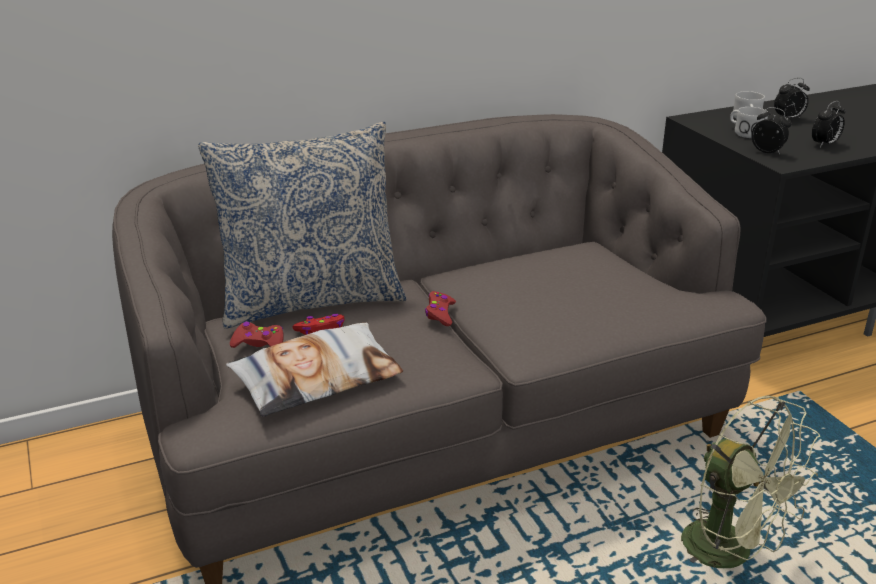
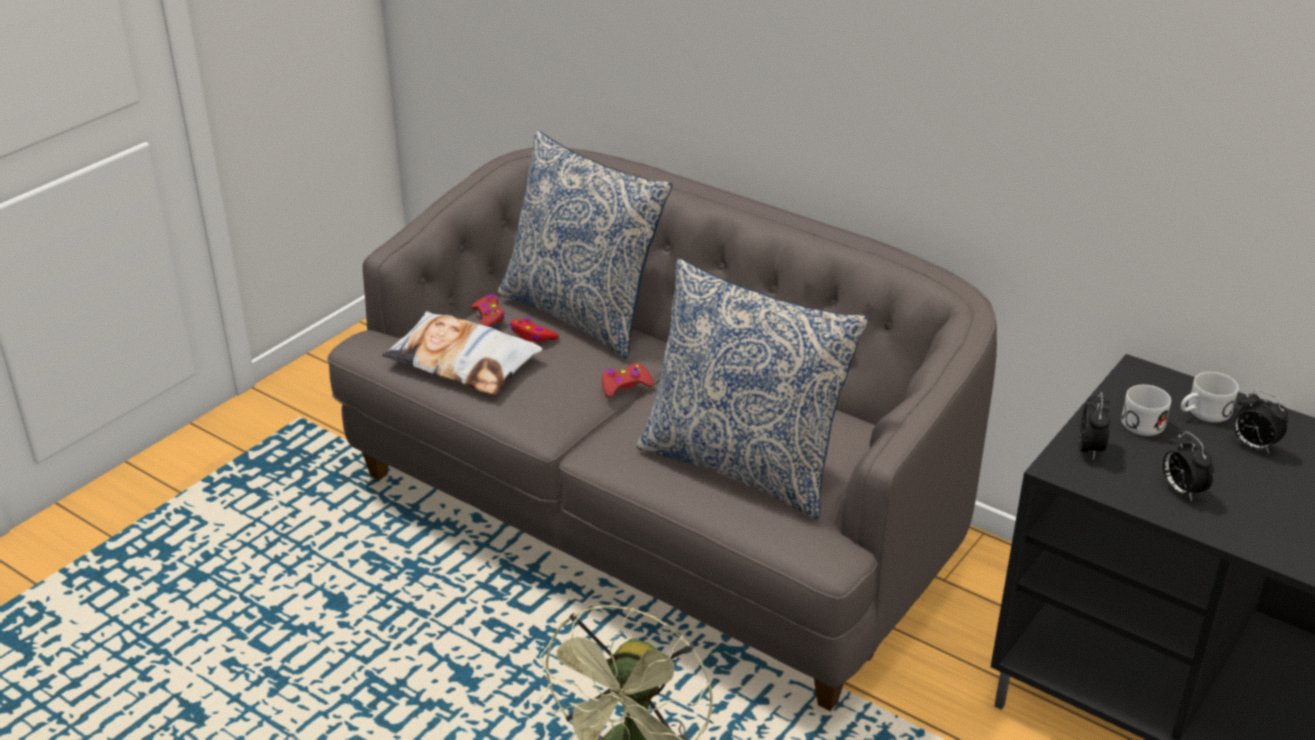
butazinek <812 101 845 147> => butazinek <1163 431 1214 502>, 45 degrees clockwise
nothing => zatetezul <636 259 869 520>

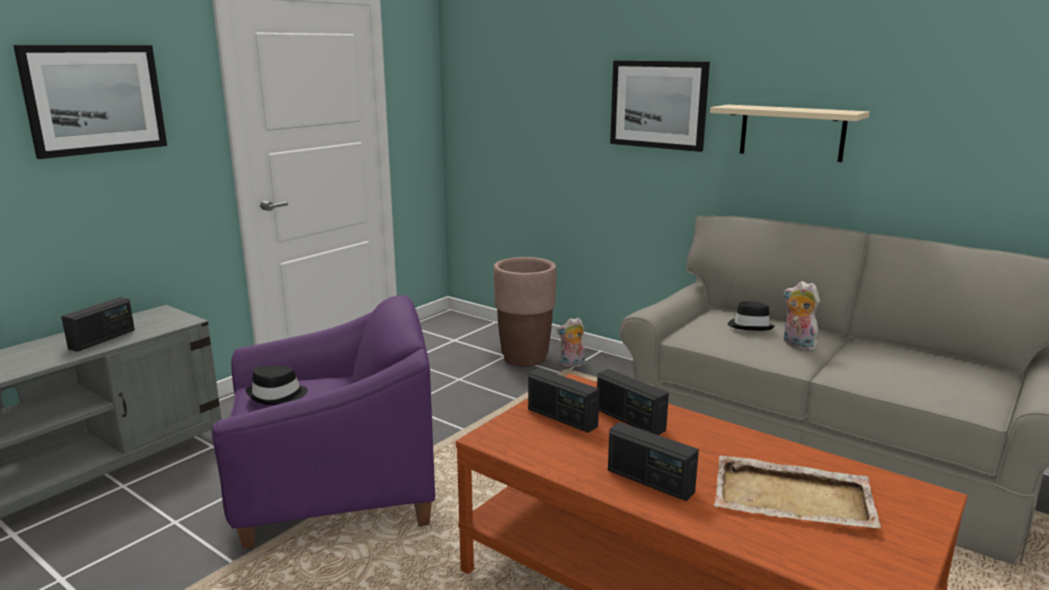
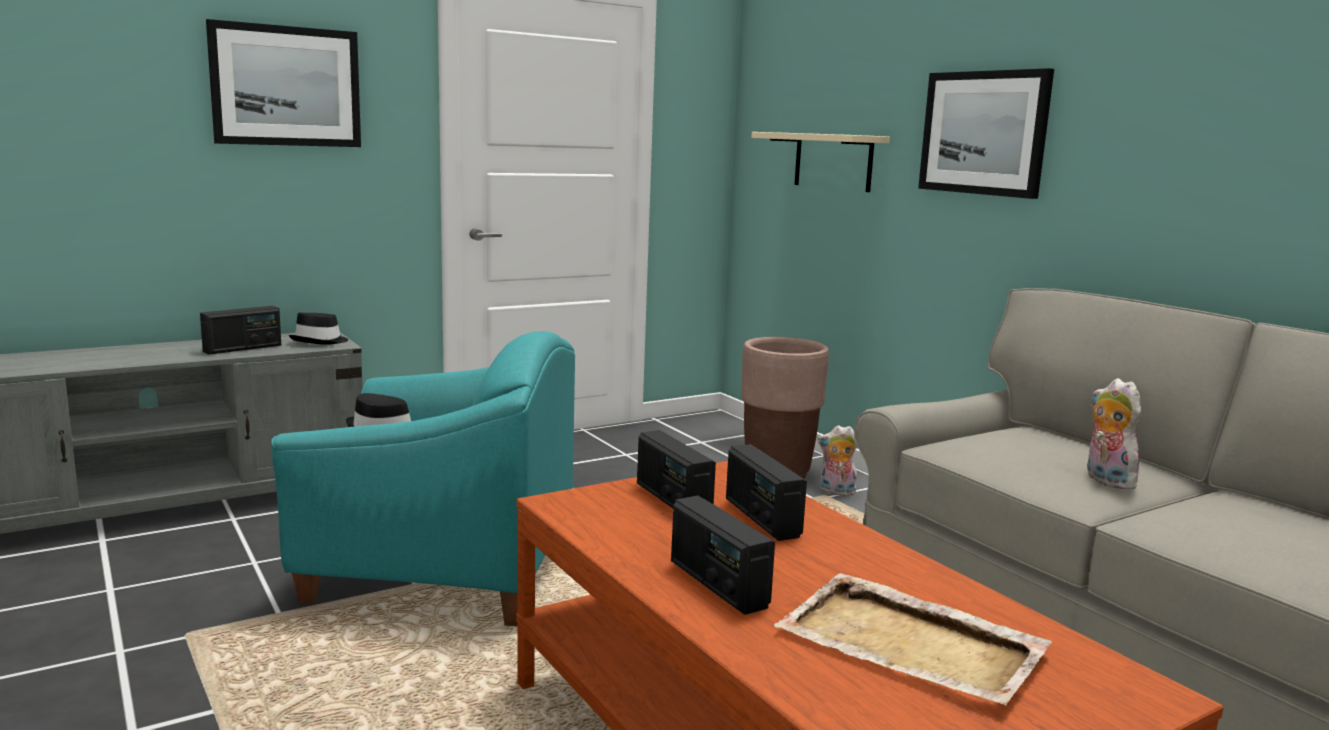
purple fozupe <212 295 435 549> => turquoise fozupe <271 331 575 627>
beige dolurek <710 105 869 162> => beige dolurek <751 132 890 192>, shifted
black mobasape <728 301 775 331> => black mobasape <289 312 348 345>, shifted

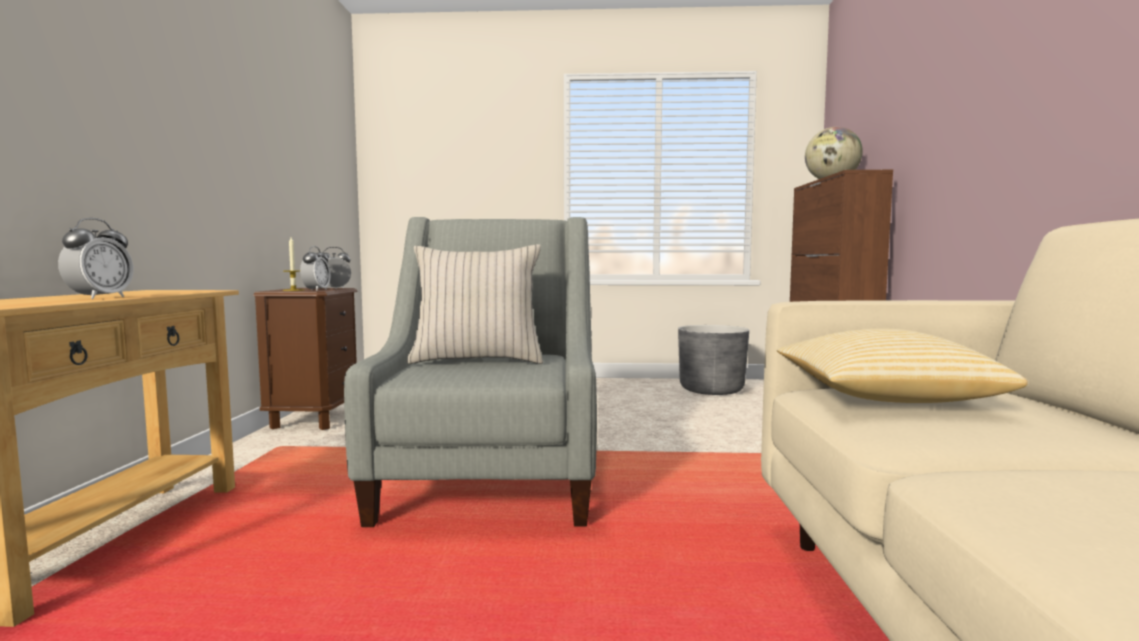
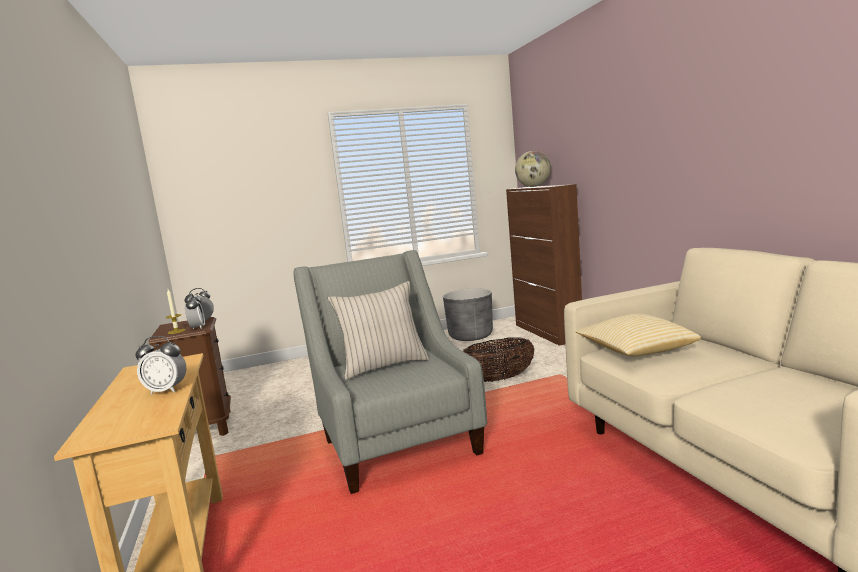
butazinek <58 218 134 299> => butazinek <135 336 186 395>, 105 degrees clockwise
nothing => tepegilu <463 338 535 382>

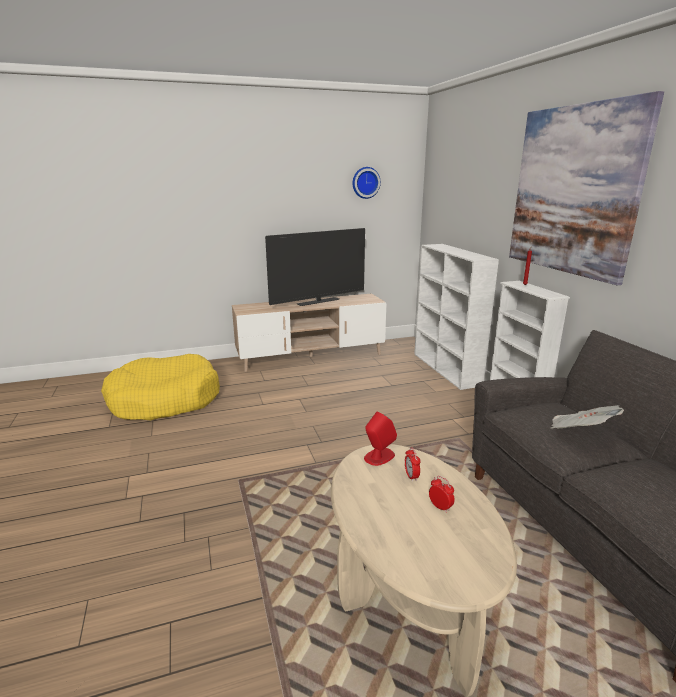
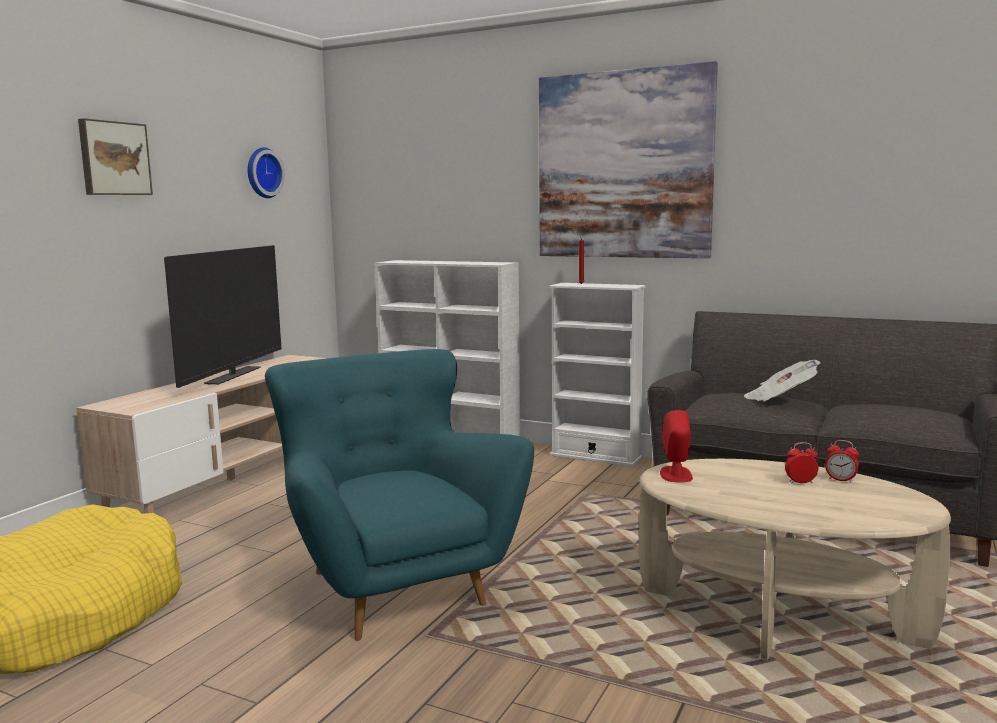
butazinek <405 447 421 482> => butazinek <825 440 859 482>, shifted
nothing => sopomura <78 118 153 195>
nothing => turquoise fozupe <265 349 534 641>

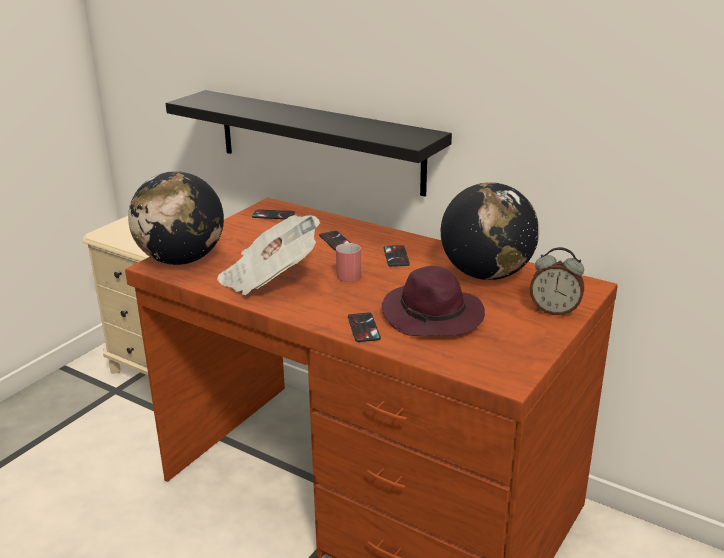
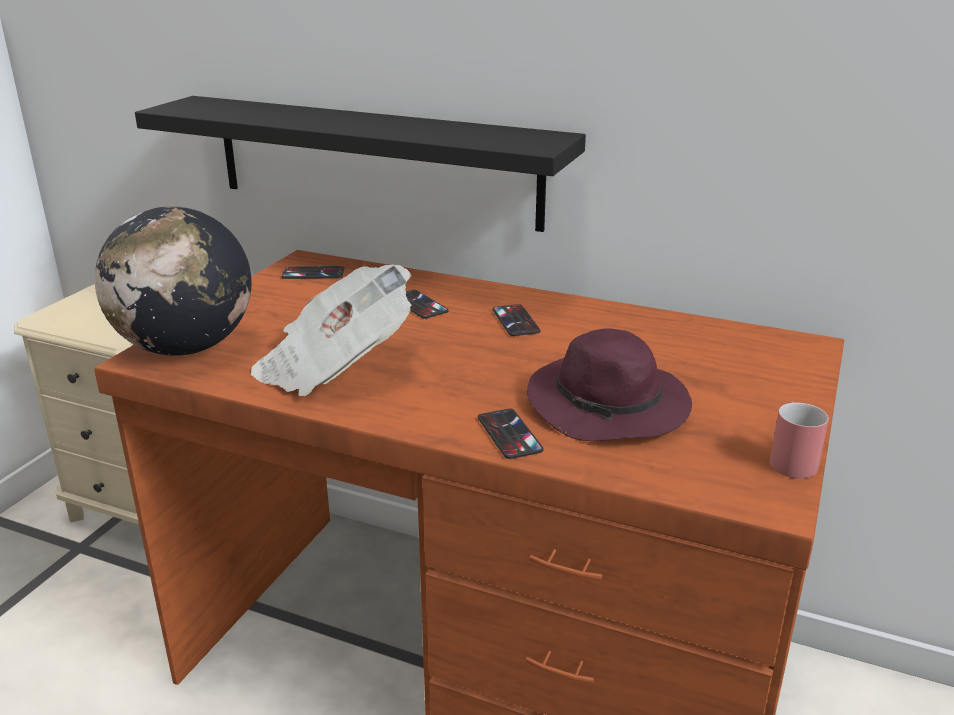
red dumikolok <336 243 361 282> => red dumikolok <770 402 829 479>, shifted
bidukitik <441 182 539 280> => nothing
butazinek <530 247 584 316> => nothing

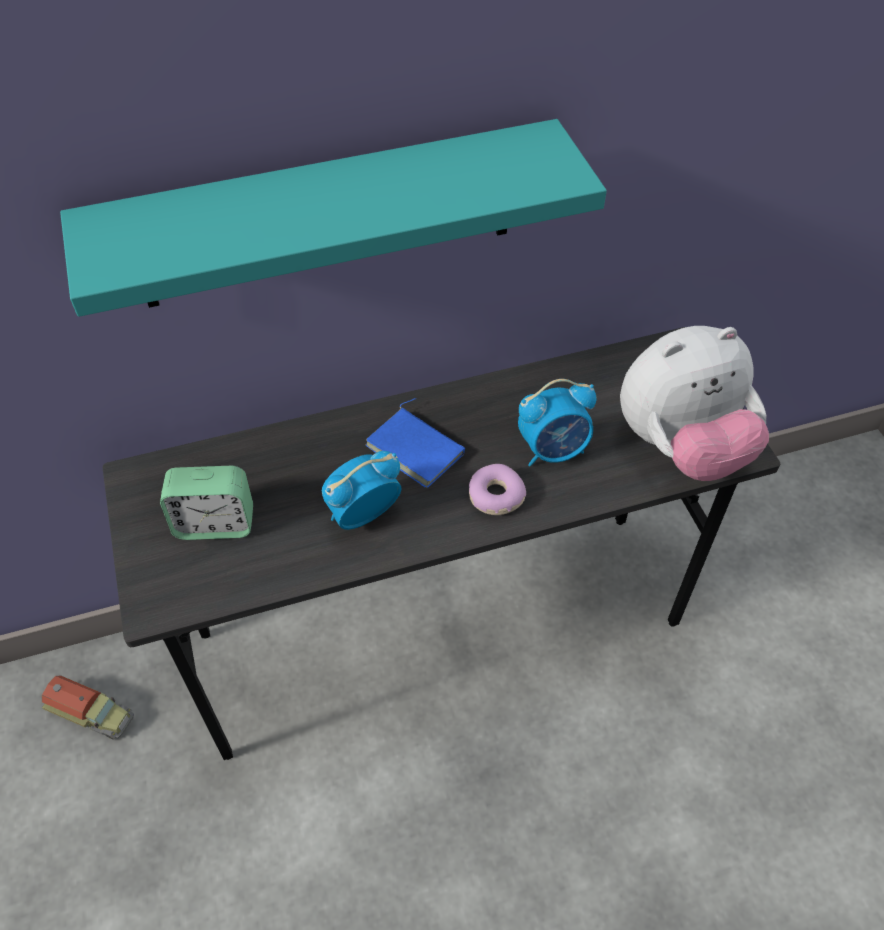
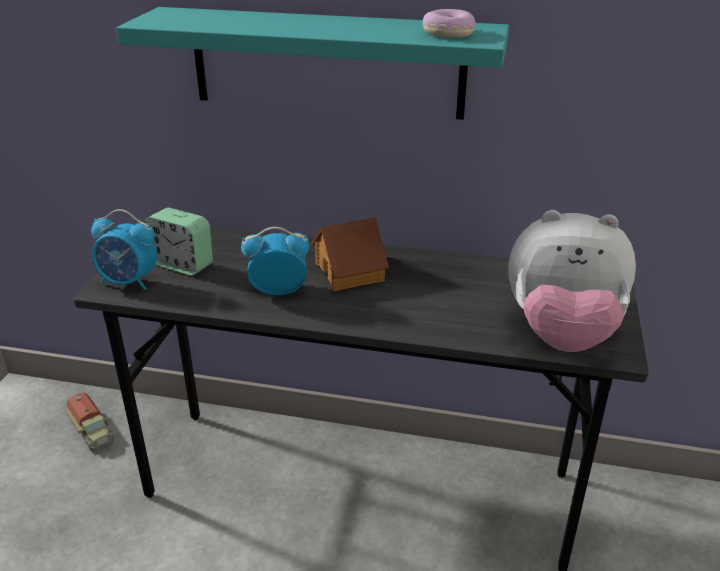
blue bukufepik <366 398 465 488> => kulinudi <311 217 389 291>
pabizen <469 464 526 515> => pabizen <423 9 476 38>, shifted
butazinek <518 379 596 466> => butazinek <91 209 157 290>, shifted

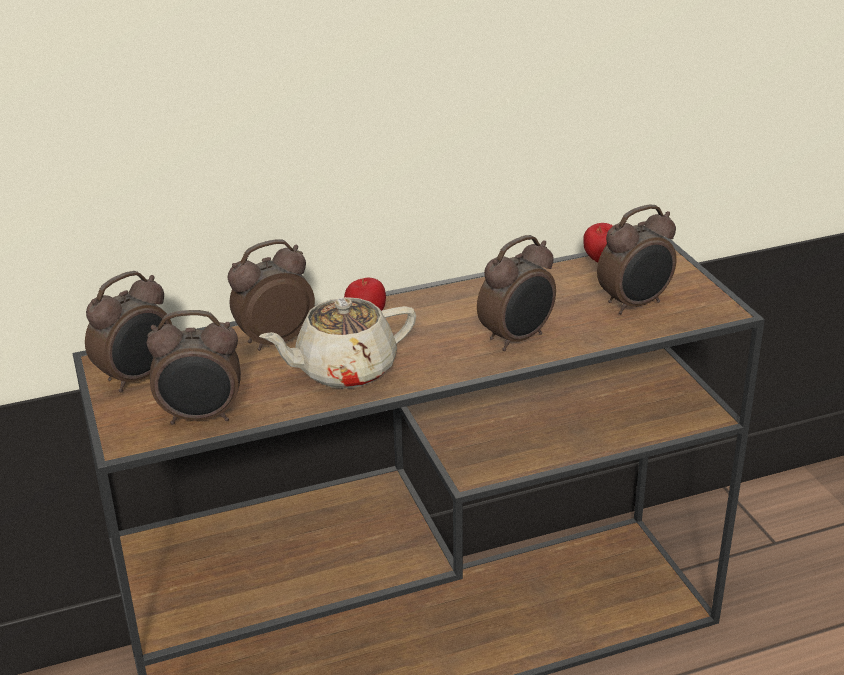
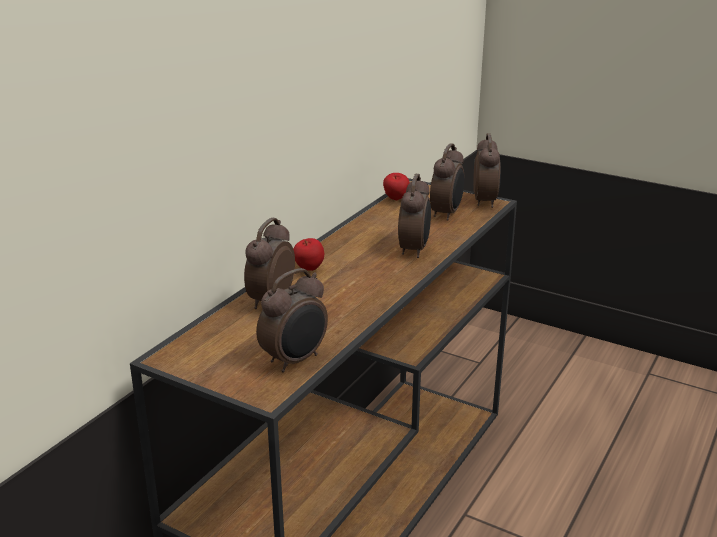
butazinek <85 271 172 392> => butazinek <473 133 501 208>, shifted
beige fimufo <259 297 416 389> => nothing

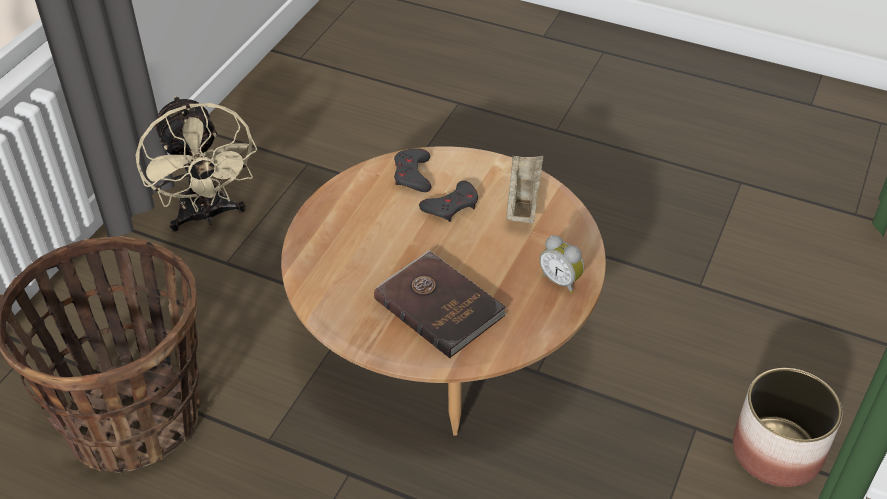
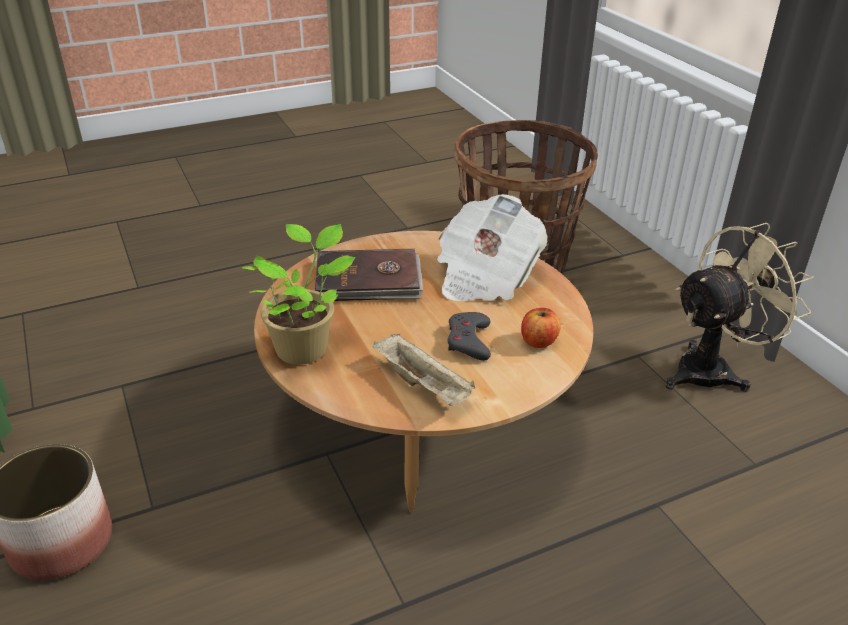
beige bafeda <136 96 257 232> => beige bafeda <666 223 814 392>, 135 degrees clockwise
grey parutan <394 148 431 192> => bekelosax <521 308 560 348>
butazinek <540 235 584 293> => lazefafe <242 224 356 365>
nothing => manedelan <437 194 548 301>

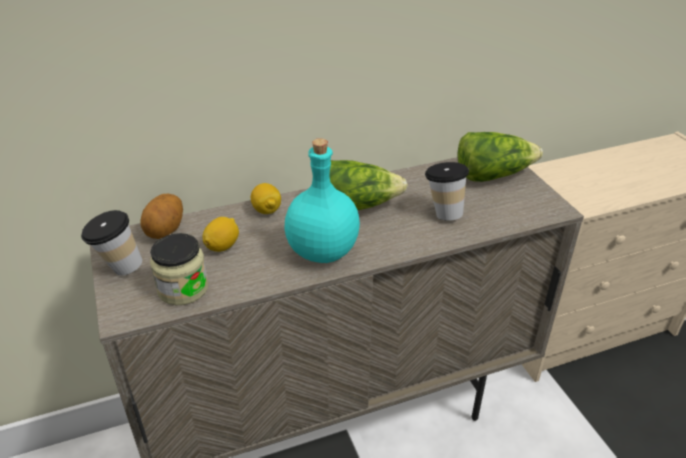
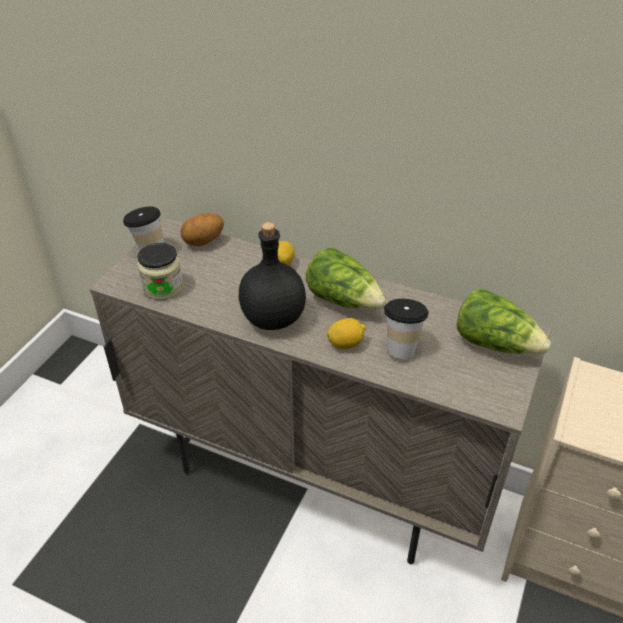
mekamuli <202 217 239 252> => mekamuli <327 318 366 349>, shifted
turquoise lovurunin <285 138 360 263> => black lovurunin <239 222 306 330>

